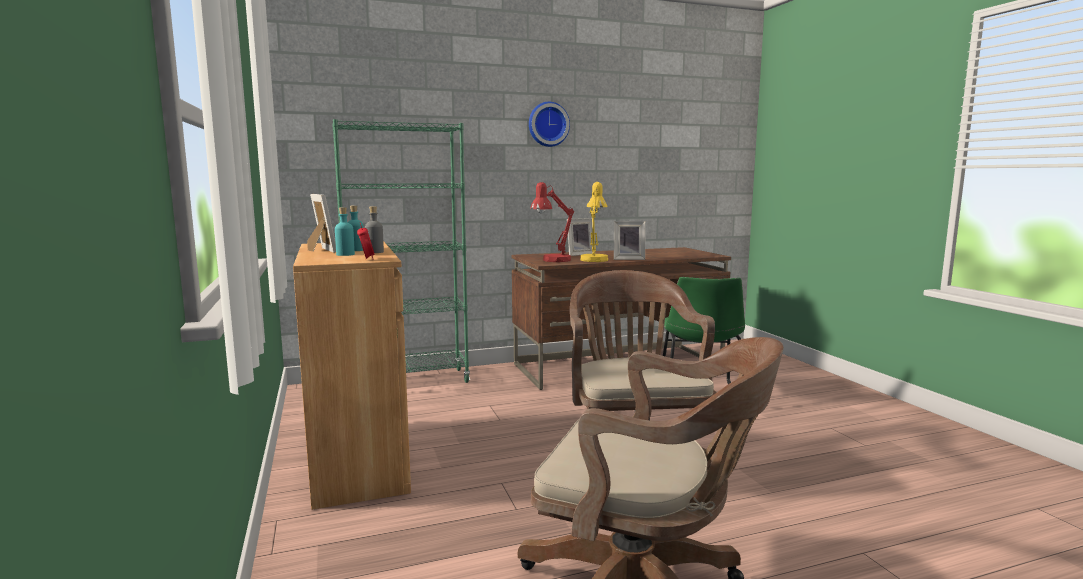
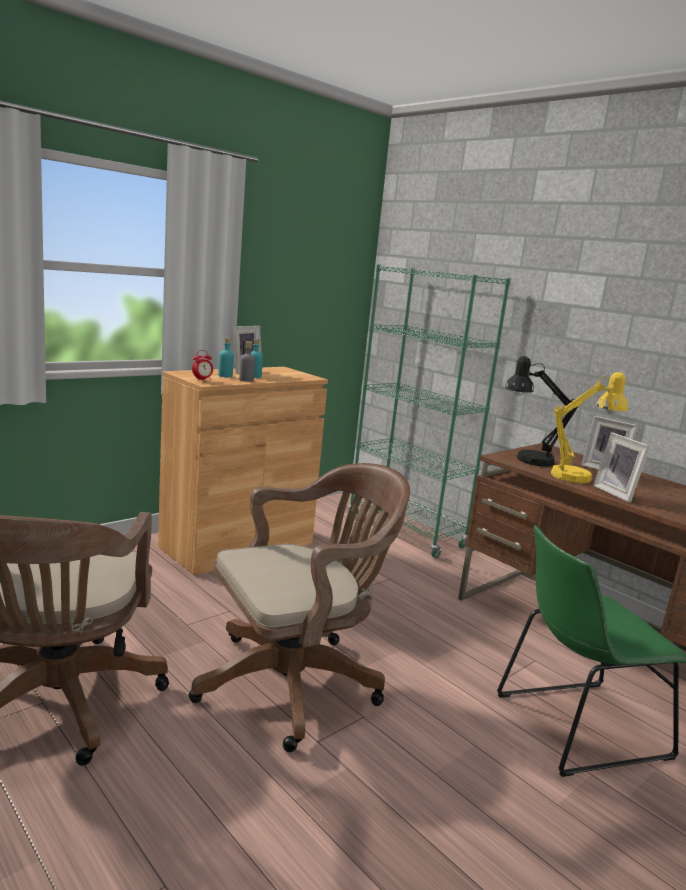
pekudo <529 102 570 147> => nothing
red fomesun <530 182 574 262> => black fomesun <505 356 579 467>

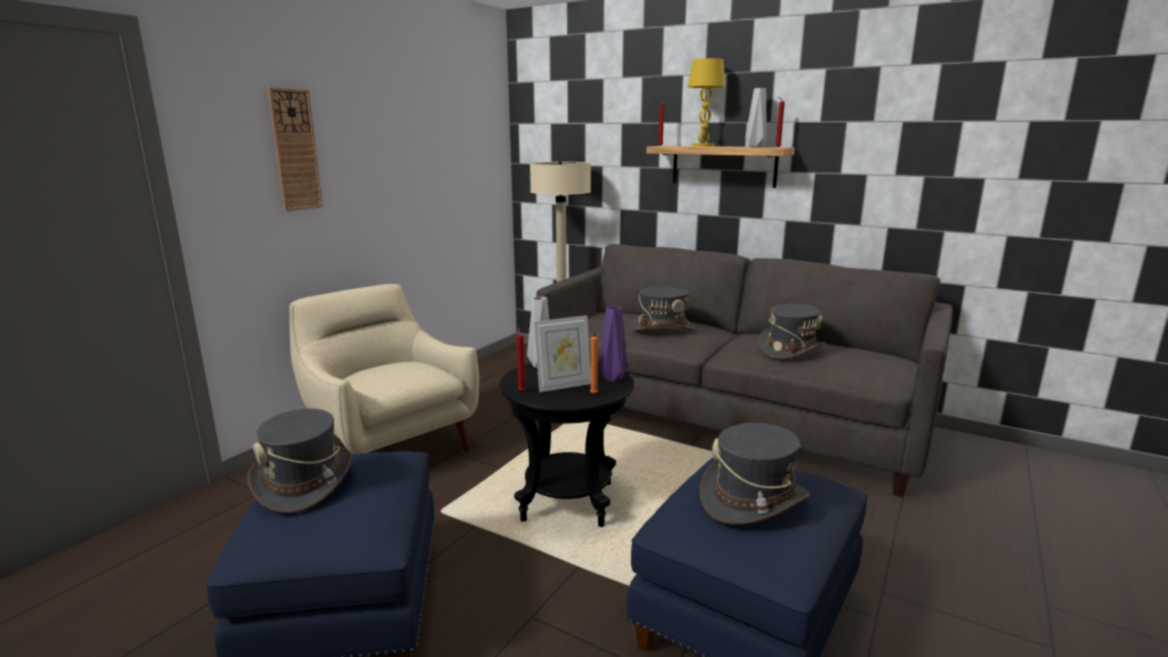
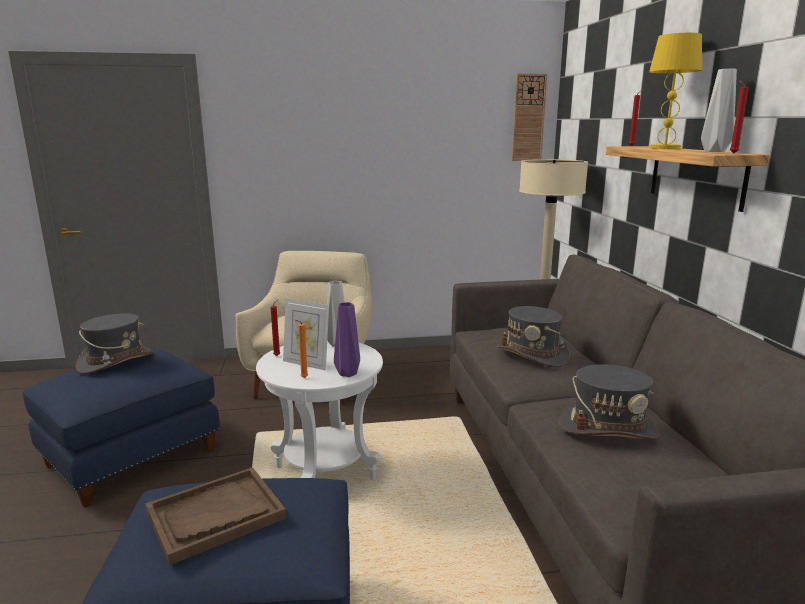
pekudo <267 87 323 211> => pekudo <512 73 547 161>, shifted
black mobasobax <499 359 634 527> => white mobasobax <256 341 383 480>
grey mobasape <700 423 810 525> => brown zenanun <146 467 286 565>

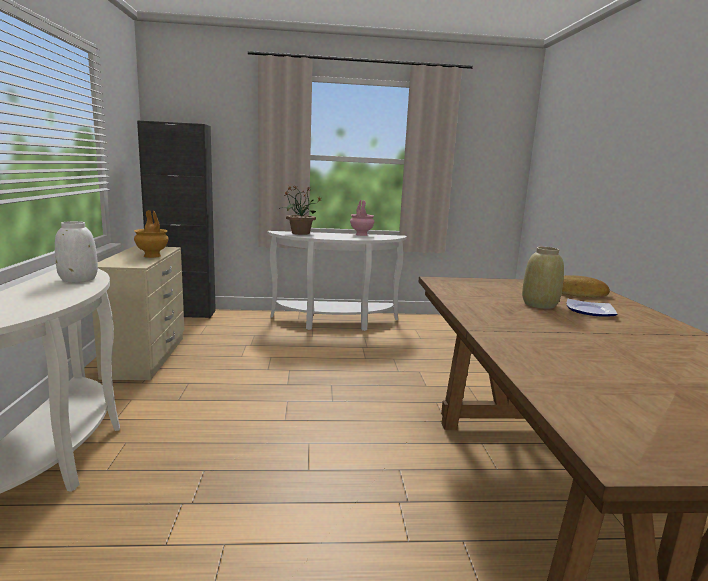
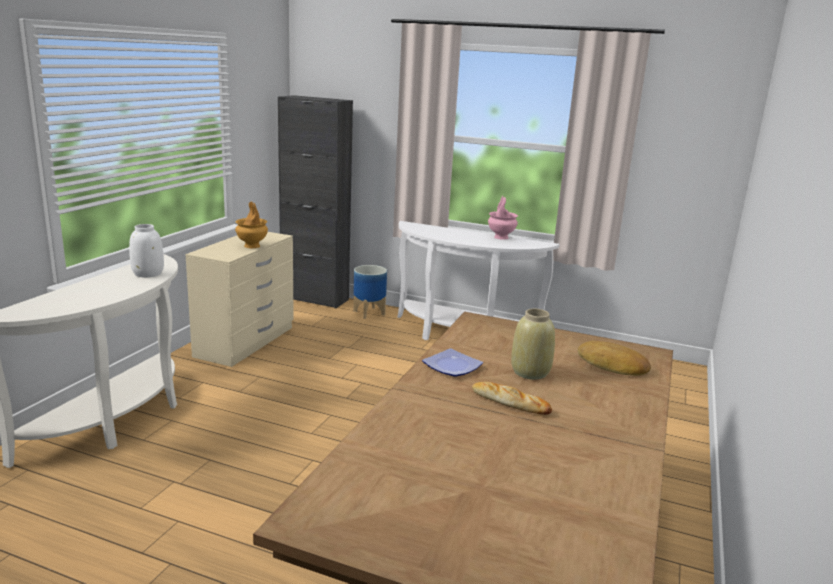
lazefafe <279 185 322 235> => nothing
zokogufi <566 299 617 317> => zokogufi <422 348 483 377>, shifted
nothing => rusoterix <353 265 387 319>
nothing => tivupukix <472 382 552 415>

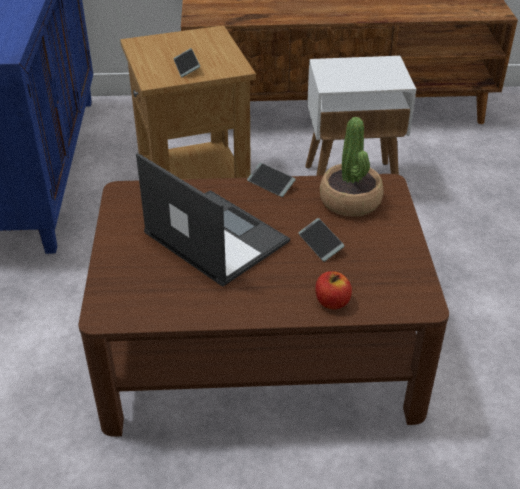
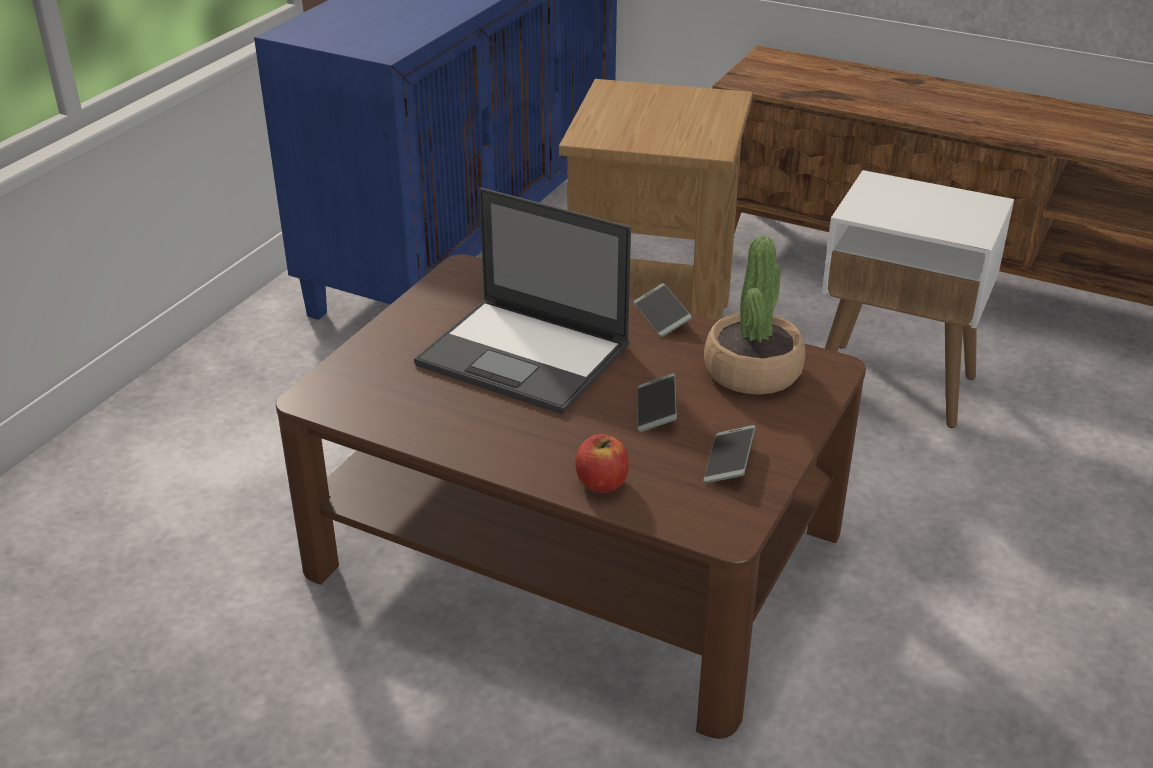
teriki <136 153 290 287> => teriki <414 187 631 414>, 135 degrees clockwise
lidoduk <174 48 200 77> => lidoduk <703 425 756 483>, shifted

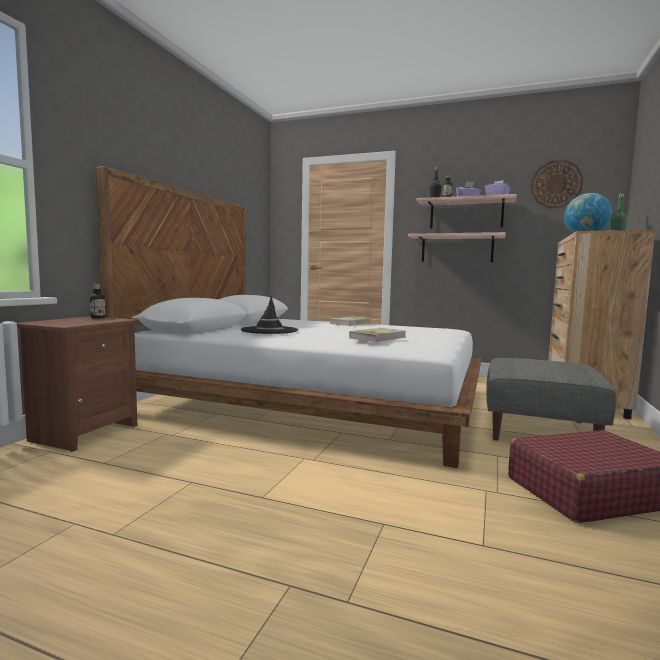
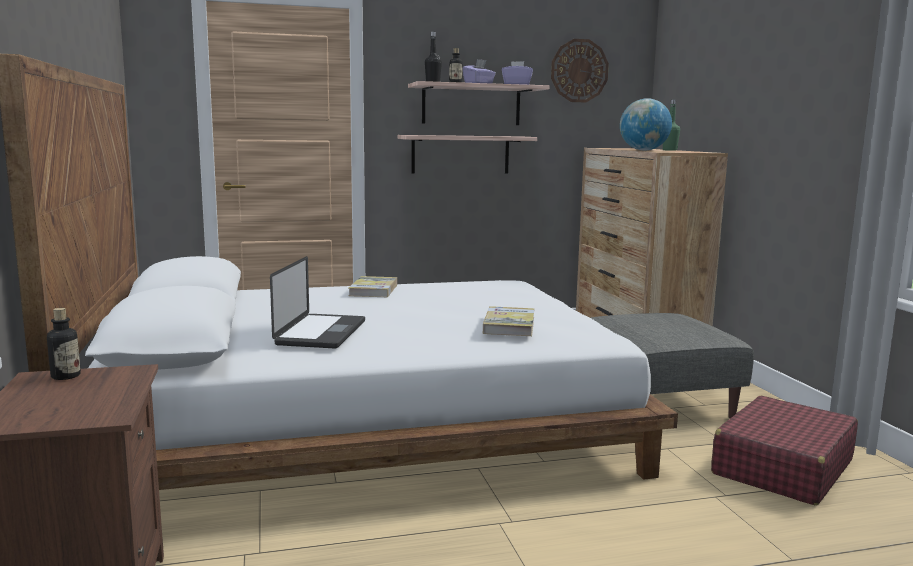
black mobasape <241 296 298 334> => teriki <270 256 365 348>

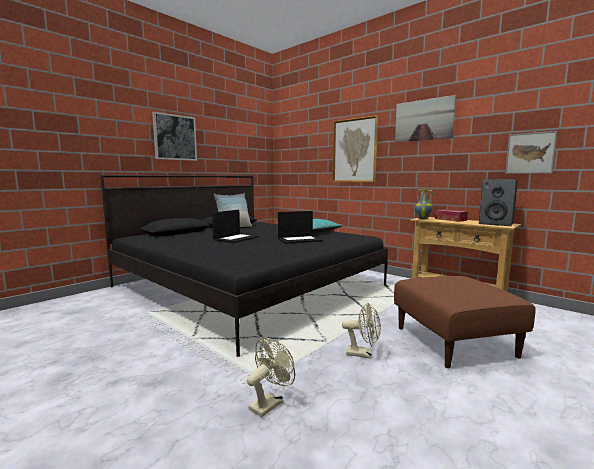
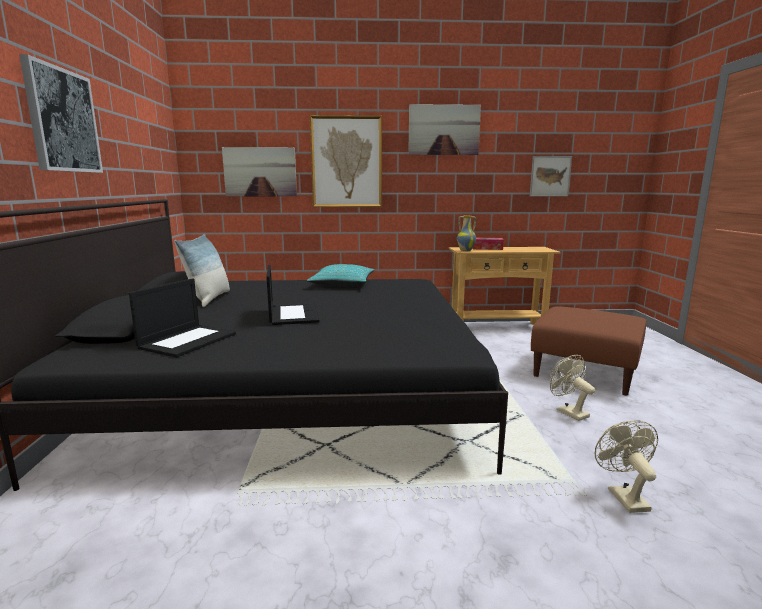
teriki <278 211 323 244> => teriki <129 278 236 358>, shifted
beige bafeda <342 303 381 358> => beige bafeda <550 355 595 421>, 90 degrees counterclockwise
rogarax <479 179 518 226> => nothing
nothing => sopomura <222 147 297 196>

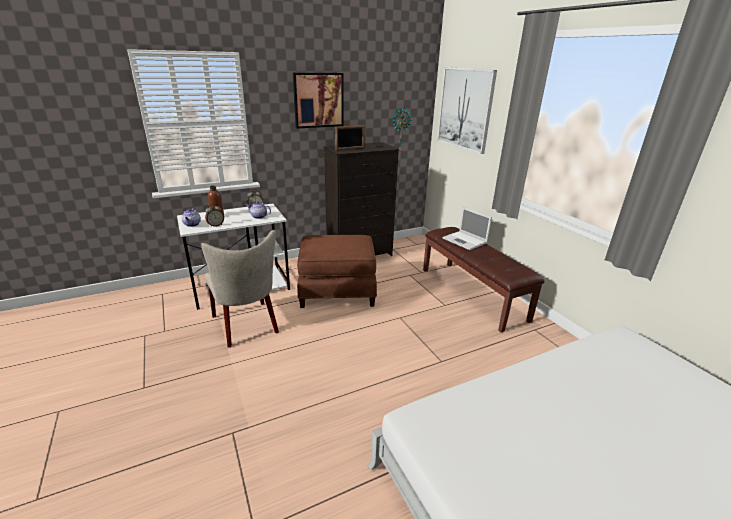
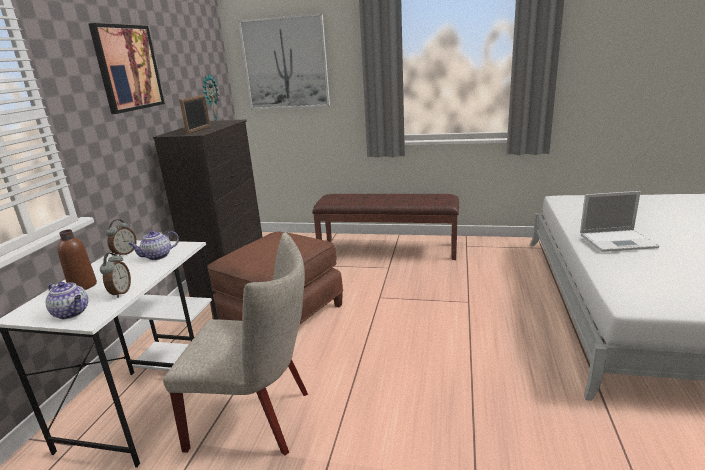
teriki <442 207 492 250> => teriki <580 191 660 252>, shifted

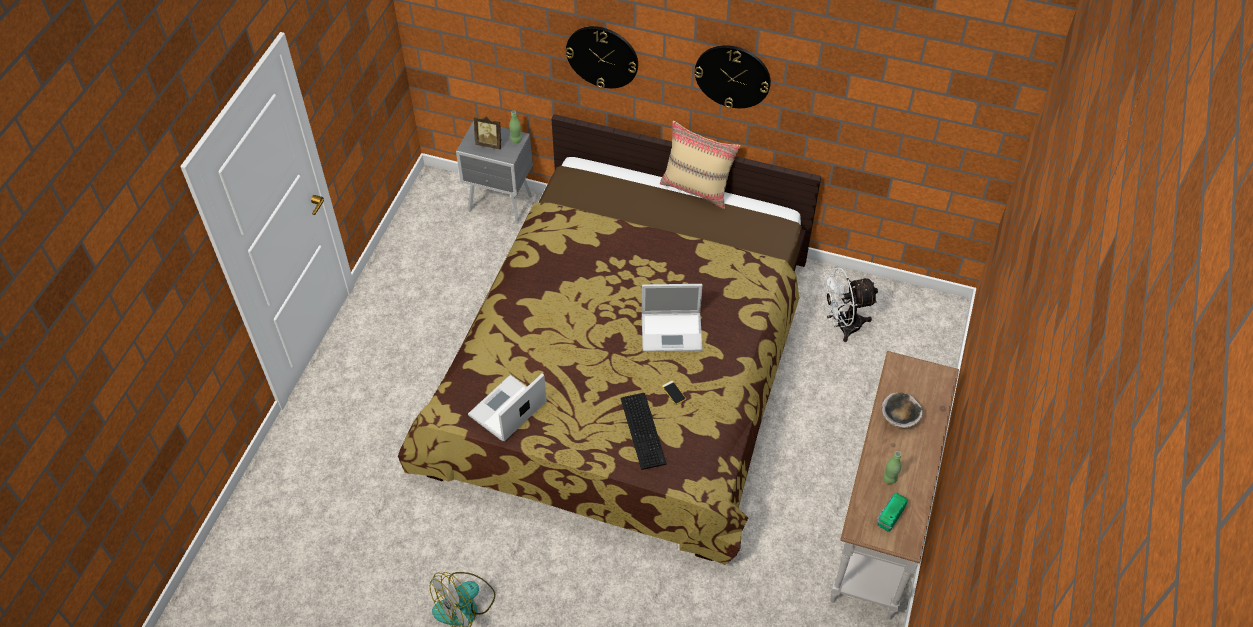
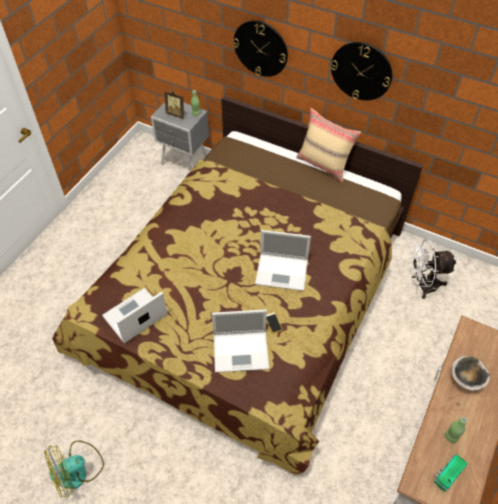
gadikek <621 393 667 470> => teriki <212 309 269 373>

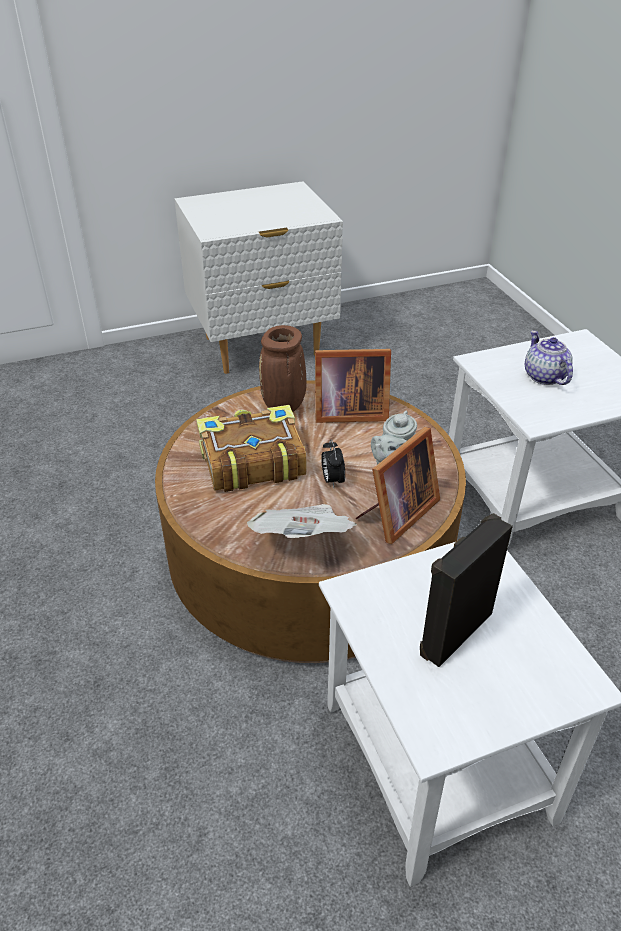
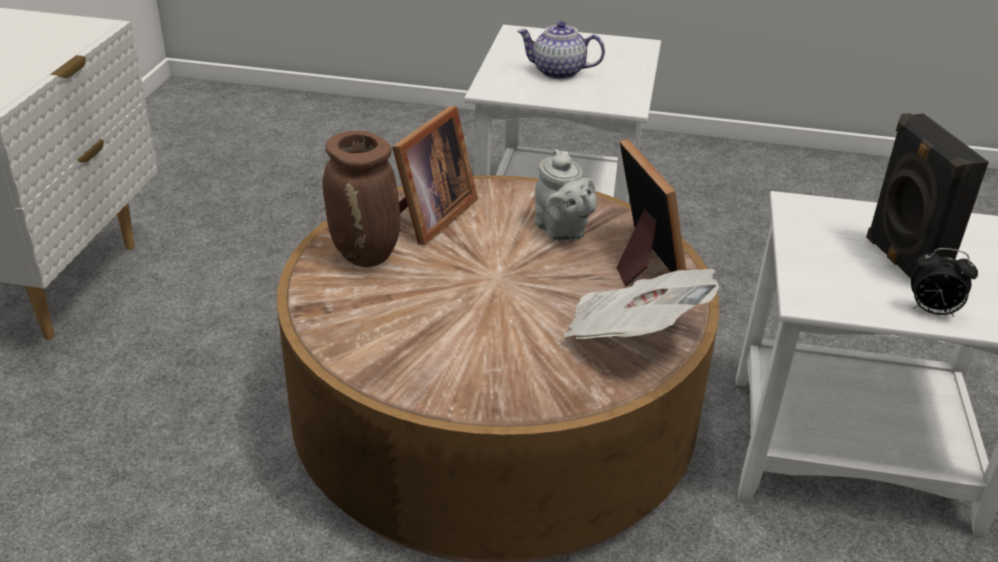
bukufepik <196 405 306 492> => nothing
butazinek <321 440 345 488> => butazinek <911 248 978 317>, shifted

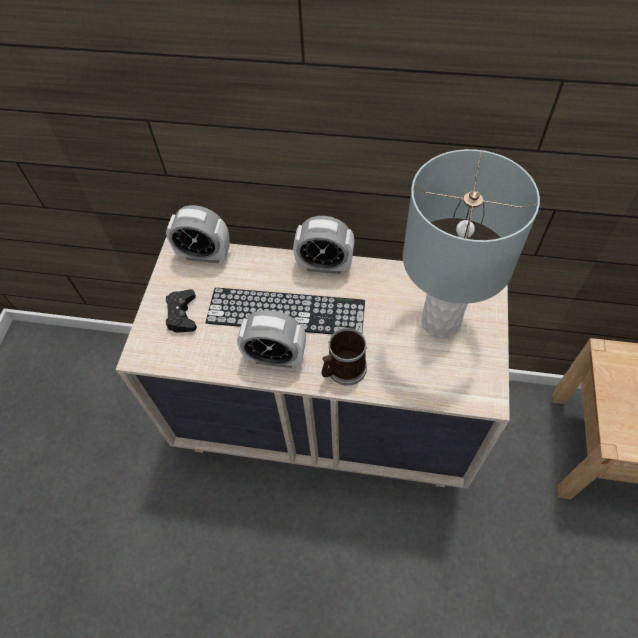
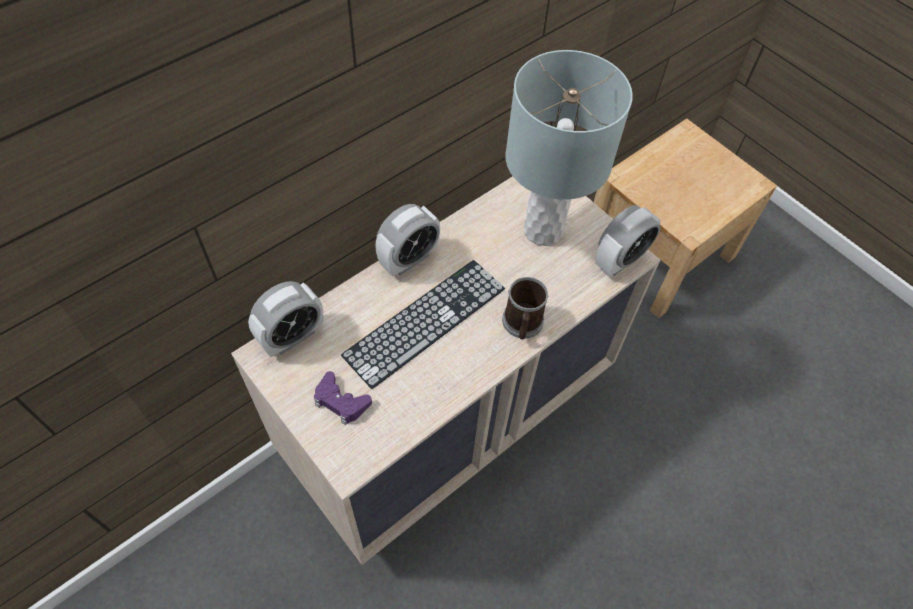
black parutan <166 289 197 332> => purple parutan <314 371 372 425>
butazinek <237 310 306 368> => butazinek <595 205 661 276>, shifted

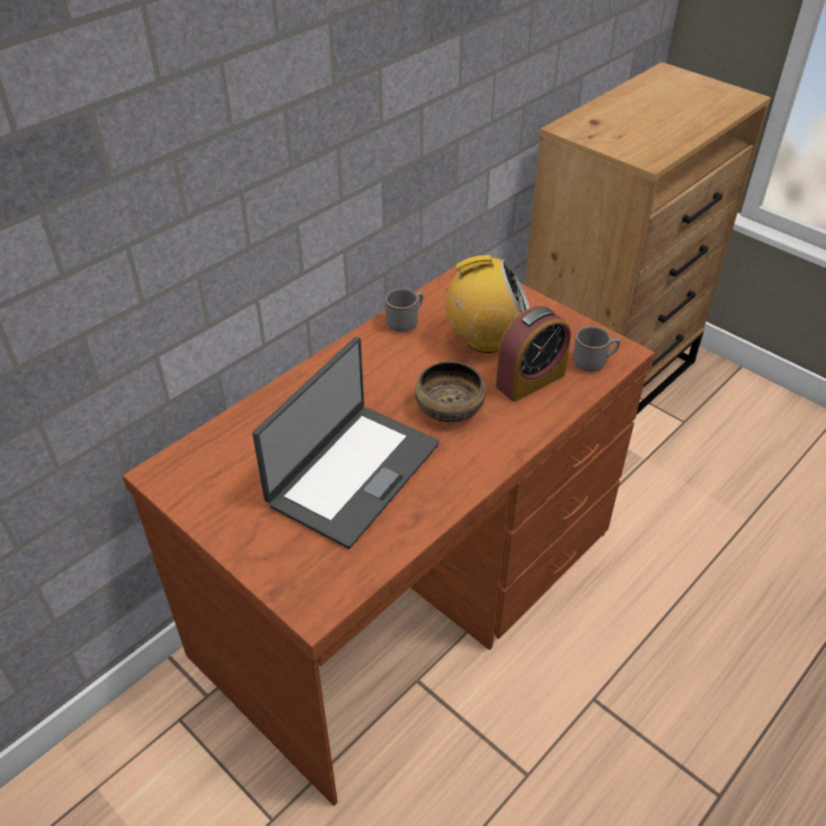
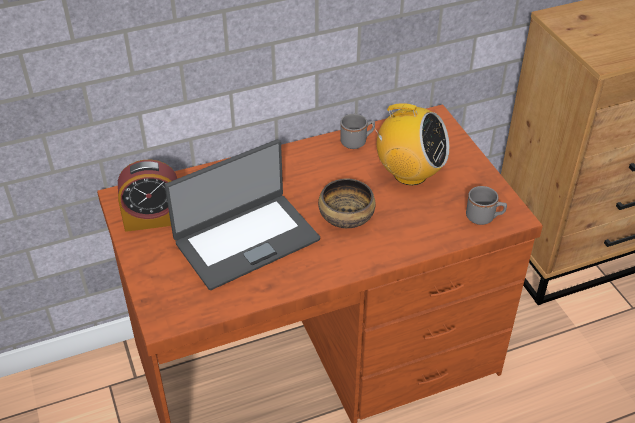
butazinek <496 306 571 402> => butazinek <118 160 177 232>, shifted

